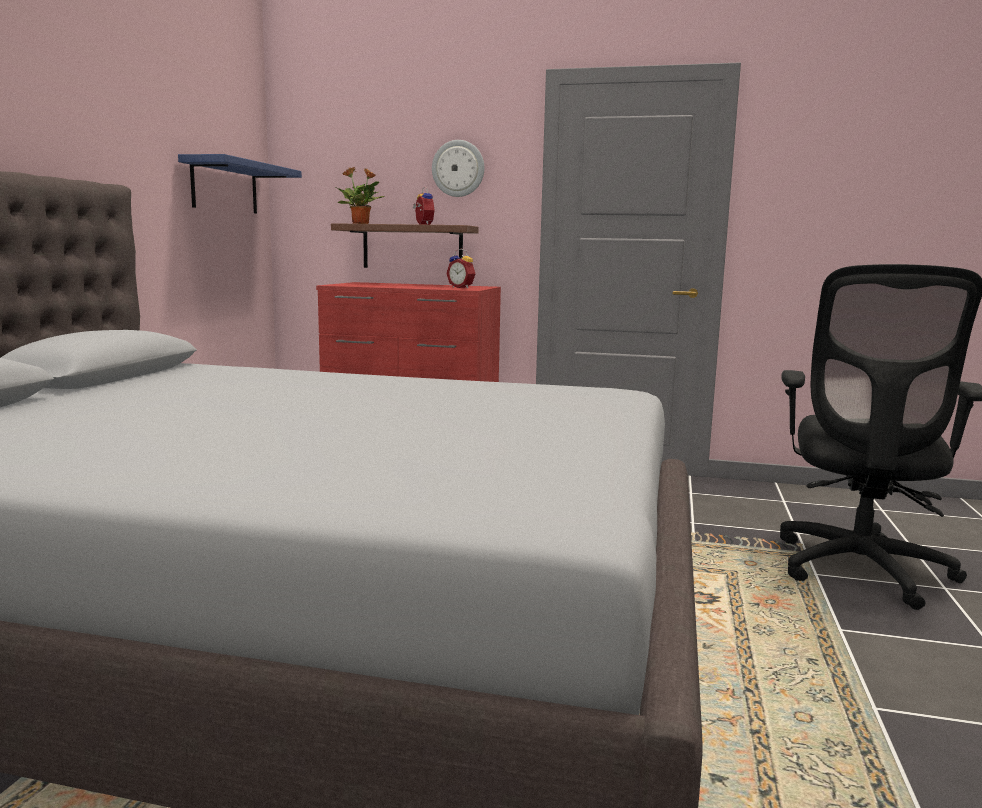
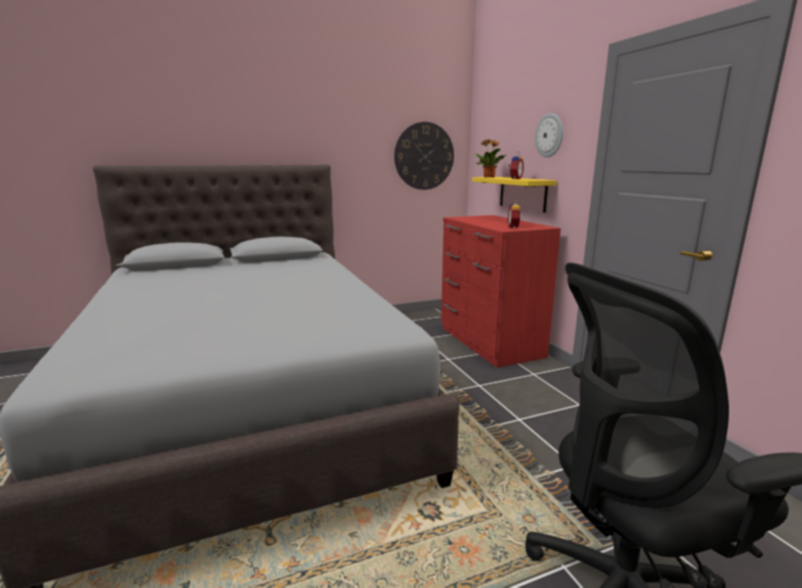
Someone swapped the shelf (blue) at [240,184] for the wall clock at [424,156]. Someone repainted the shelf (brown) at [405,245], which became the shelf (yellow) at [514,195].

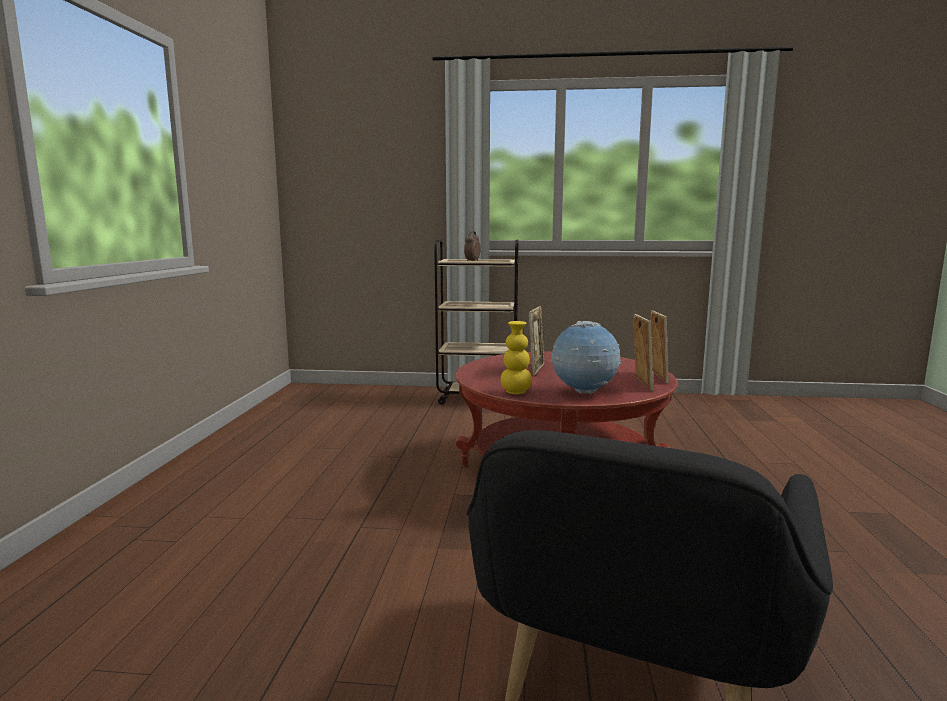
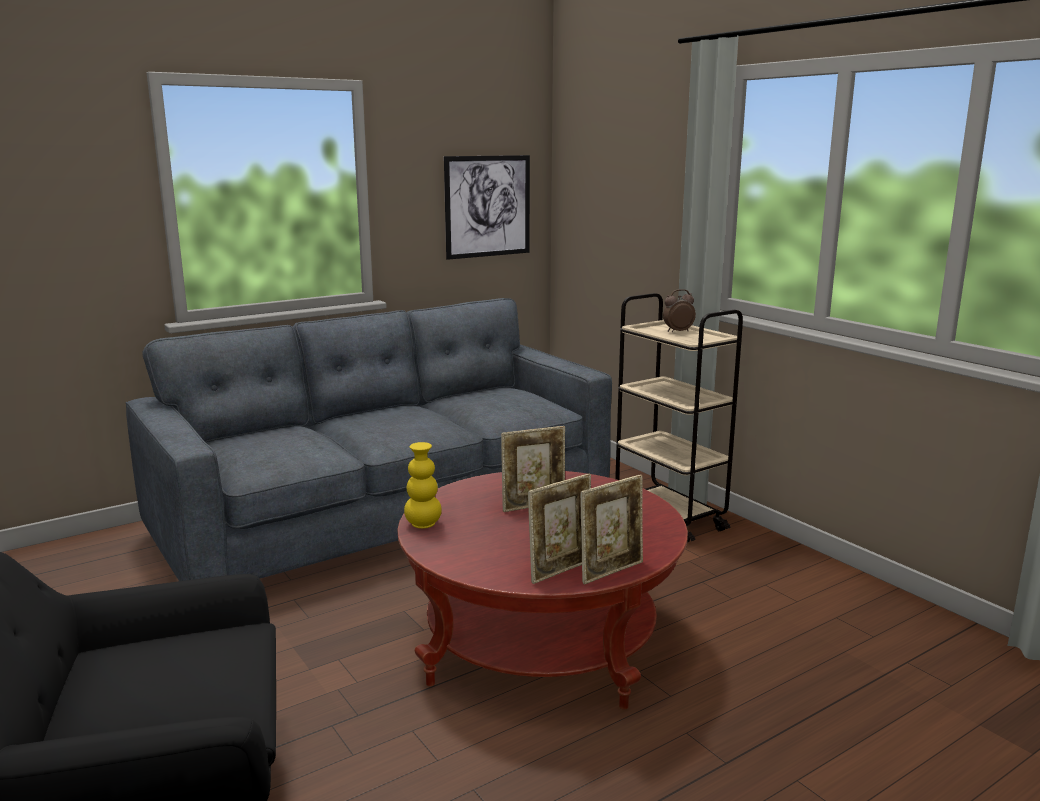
Someone put down the sofa (grey) at [369,439]. Someone put up the picture at [487,207]. Someone took away the globe at [586,357].

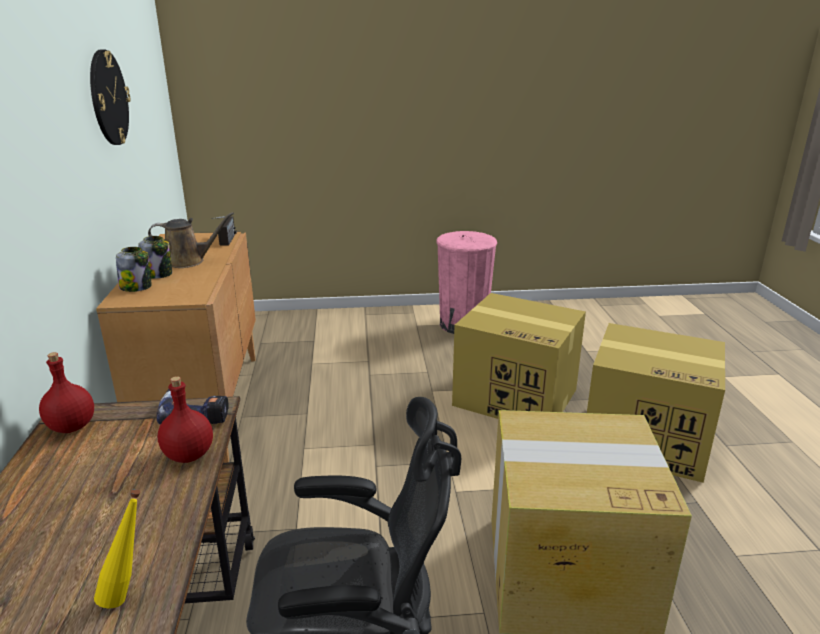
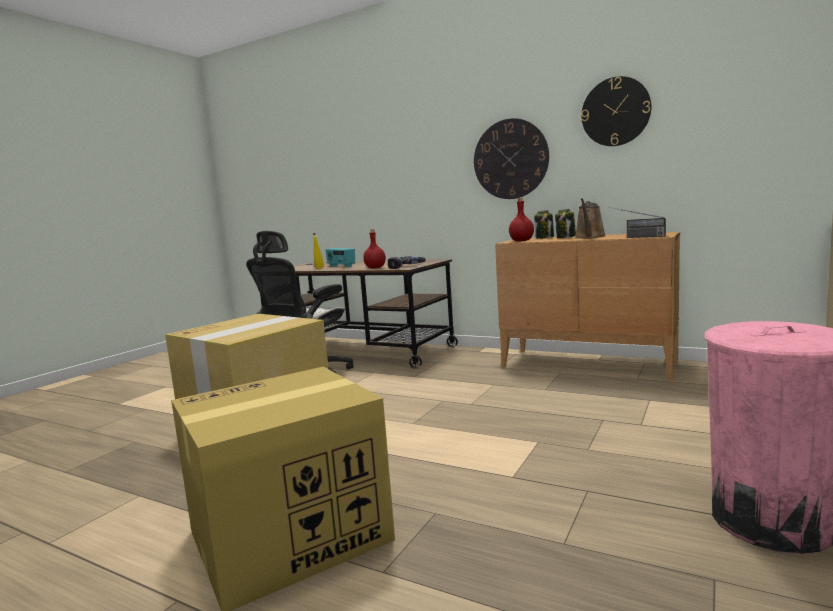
Someone put down the radio at [340,257]. Someone put up the wall clock at [511,158]. Someone carried the bottle (red) from [66,392] to [521,219]. Someone took away the cardboard box at [519,356].

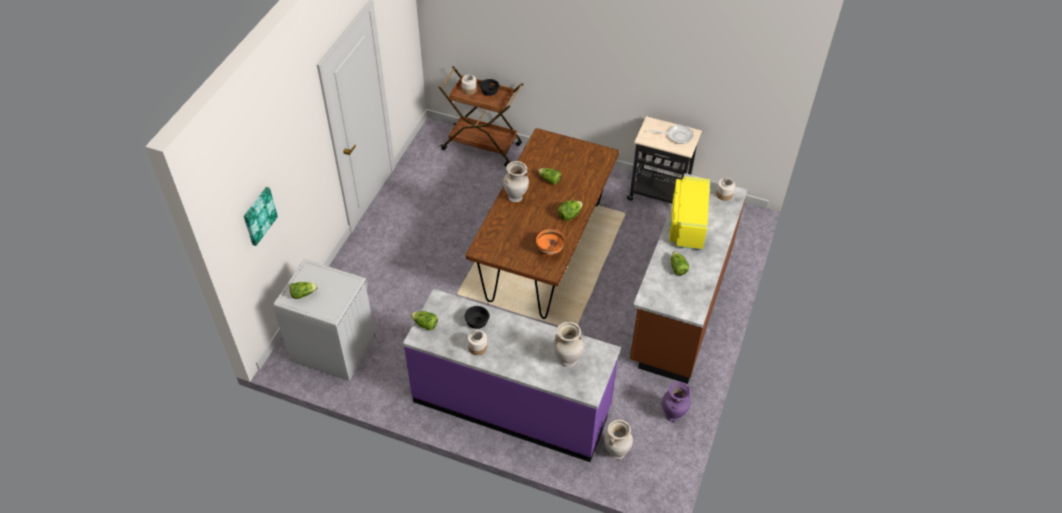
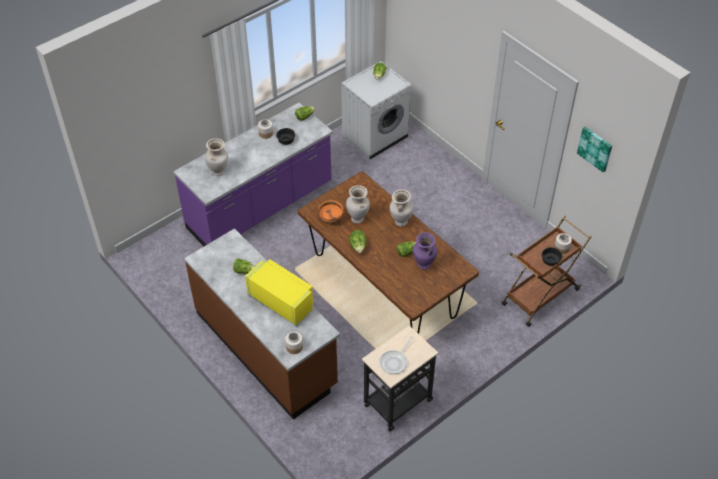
Someone carried the vase (beige) from [618,440] to [358,204]. Someone carried the vase (purple) from [676,402] to [425,251]. Someone carried the picture from [261,216] to [594,150].

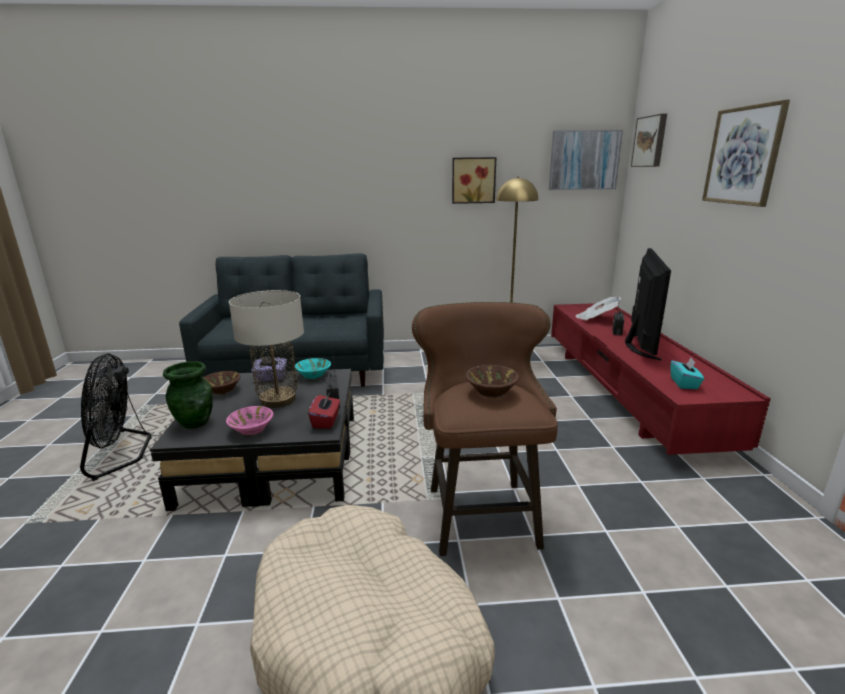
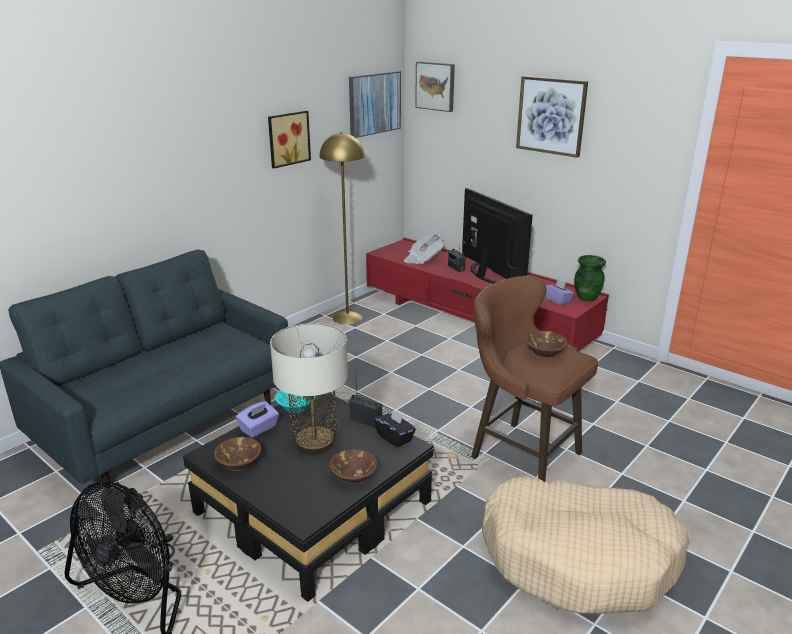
Someone repainted the bowl (pink) at [250,421], which became the bowl (brown) at [354,466]. Someone repainted the tissue box (red) at [324,411], which became the tissue box (black) at [395,428]. Someone repainted the tissue box (turquoise) at [687,373], which became the tissue box (purple) at [559,292]. Someone carried the vase (green) from [188,395] to [590,278].

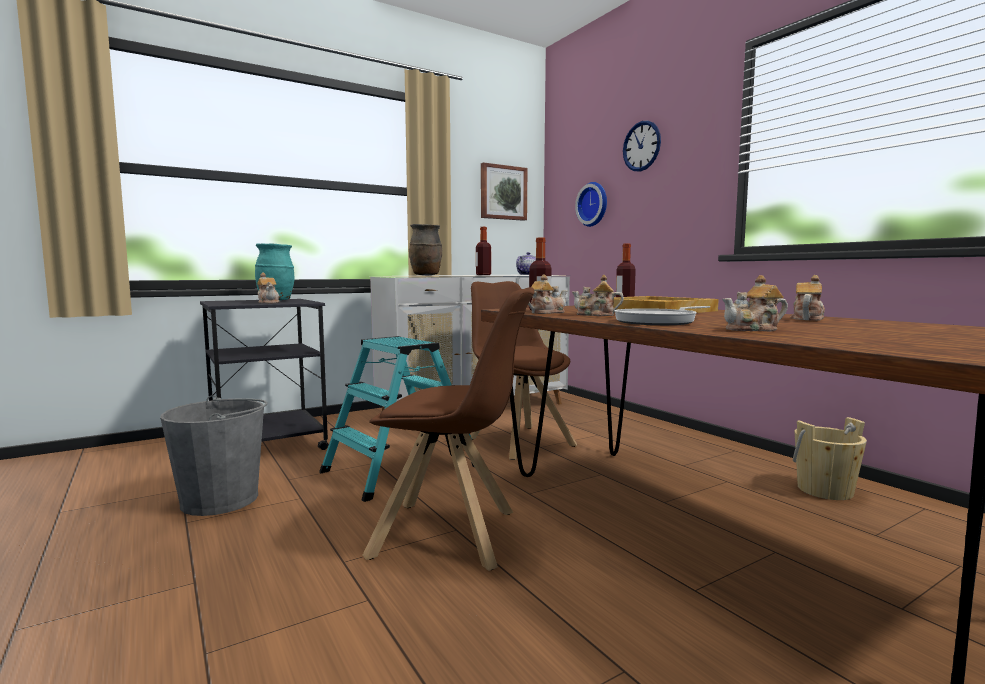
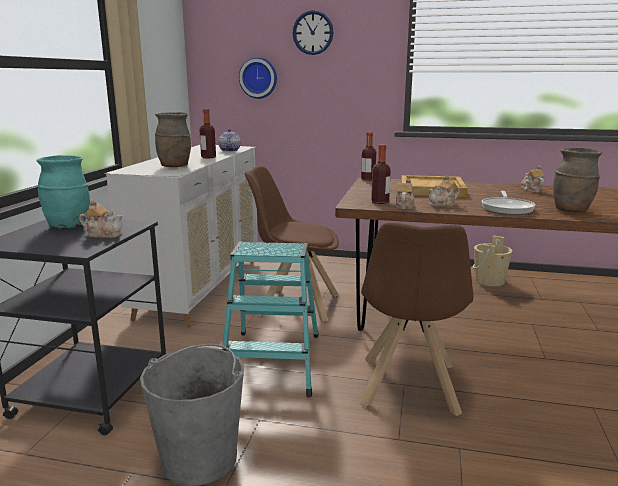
Someone rotated the chair (brown) at [448,429] by 135 degrees clockwise. Someone swapped the teapot at [755,303] for the vase (brown) at [577,180]. Someone took away the picture at [504,191].

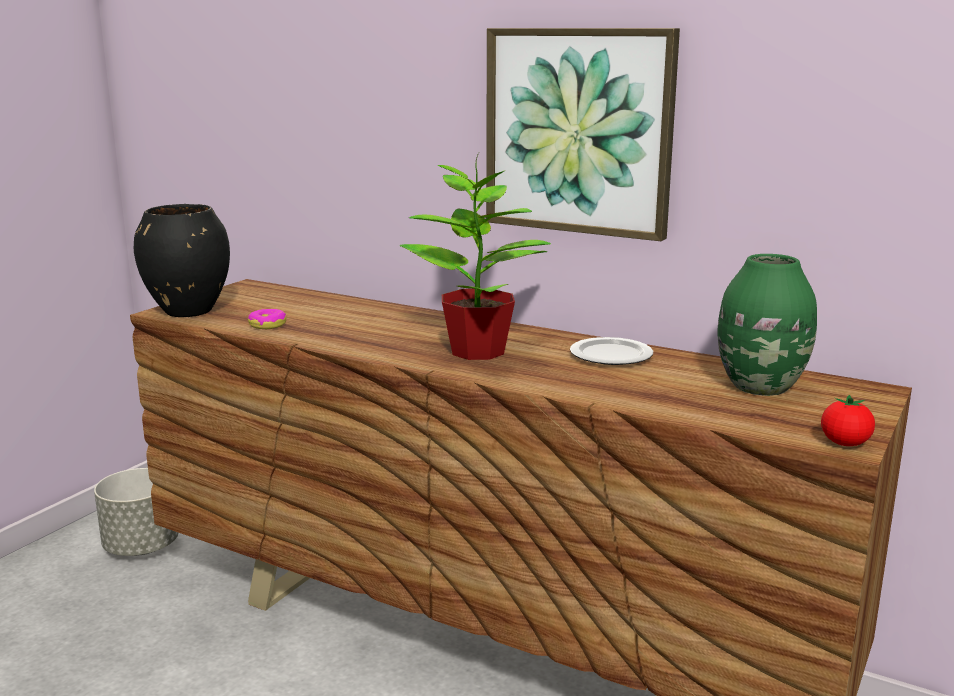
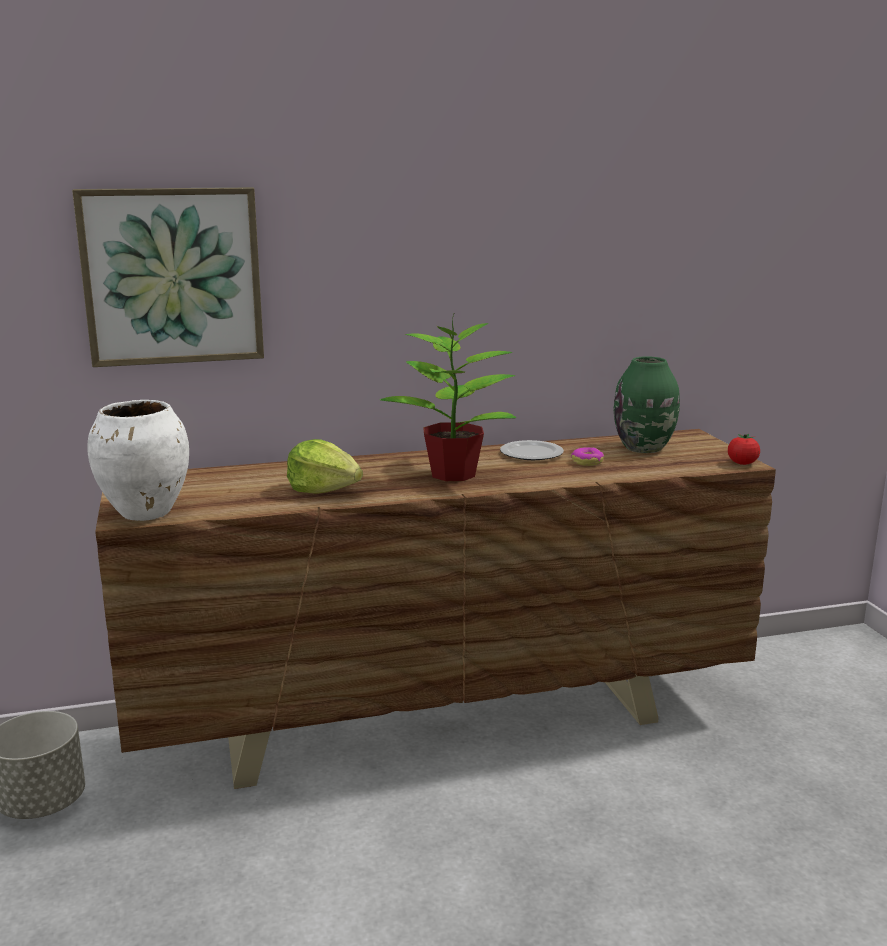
Someone carried the picture from [583,134] to [168,277]. Someone repainted the vase (black) at [182,260], which became the vase (white) at [138,460]. Someone put down the lettuce at [325,466]. Someone carried the donut from [267,319] to [587,456].

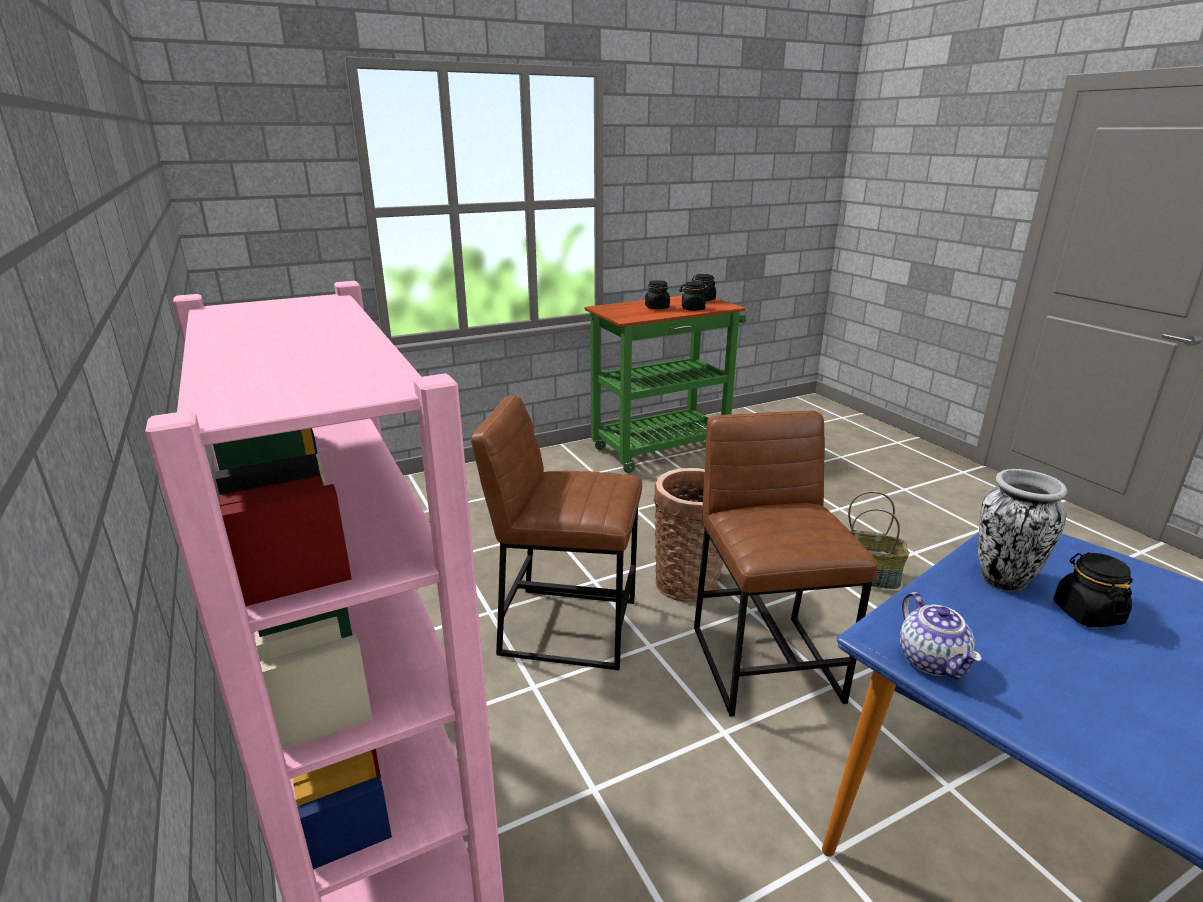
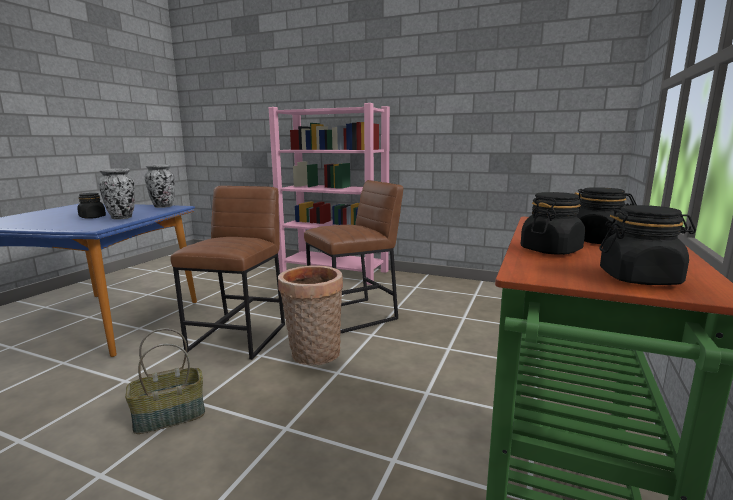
Someone swapped the teapot at [941,635] for the vase at [160,186]. Someone rotated the chair (brown) at [786,563] by 120 degrees counterclockwise.

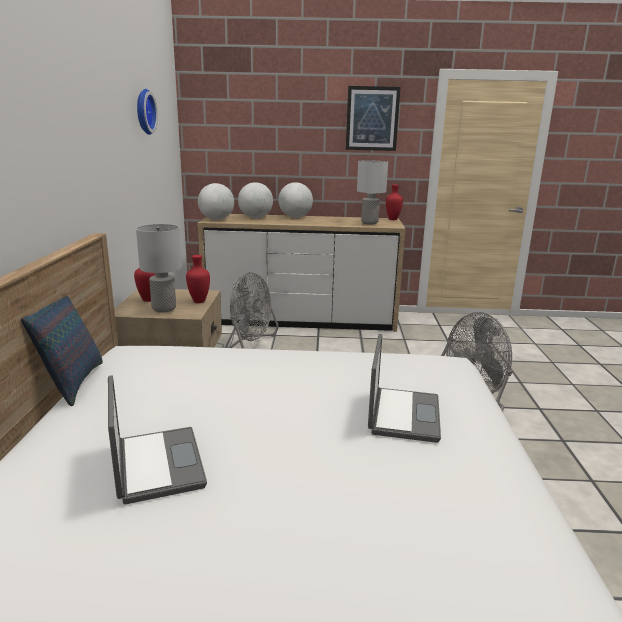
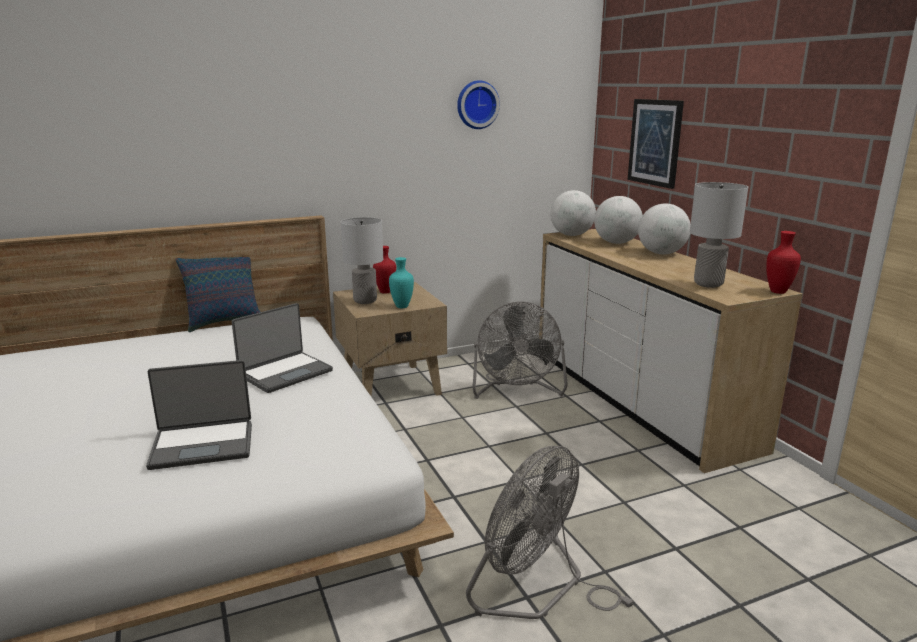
Someone carried the laptop from [157,439] to [282,348]. Someone repainted the vase (red) at [198,279], which became the vase (turquoise) at [401,282]. Someone carried the picture from [373,118] to [655,144].

